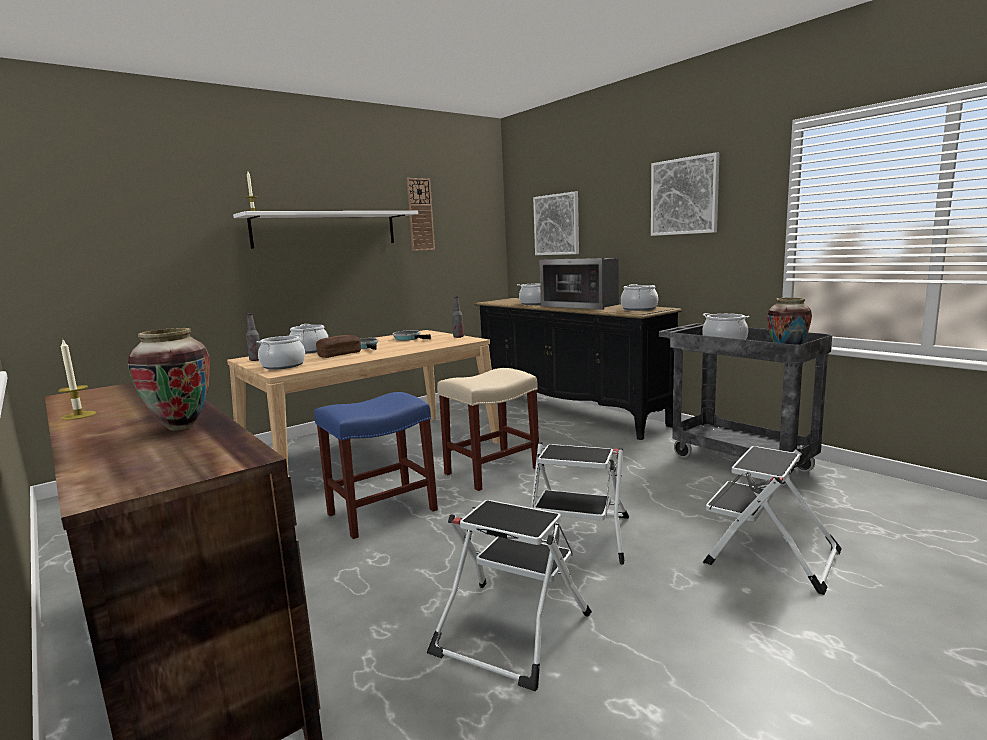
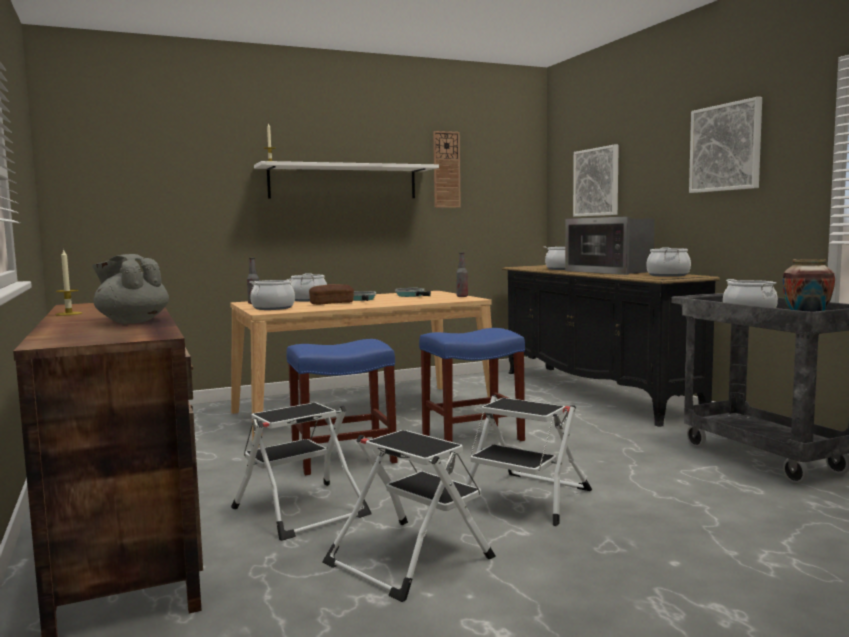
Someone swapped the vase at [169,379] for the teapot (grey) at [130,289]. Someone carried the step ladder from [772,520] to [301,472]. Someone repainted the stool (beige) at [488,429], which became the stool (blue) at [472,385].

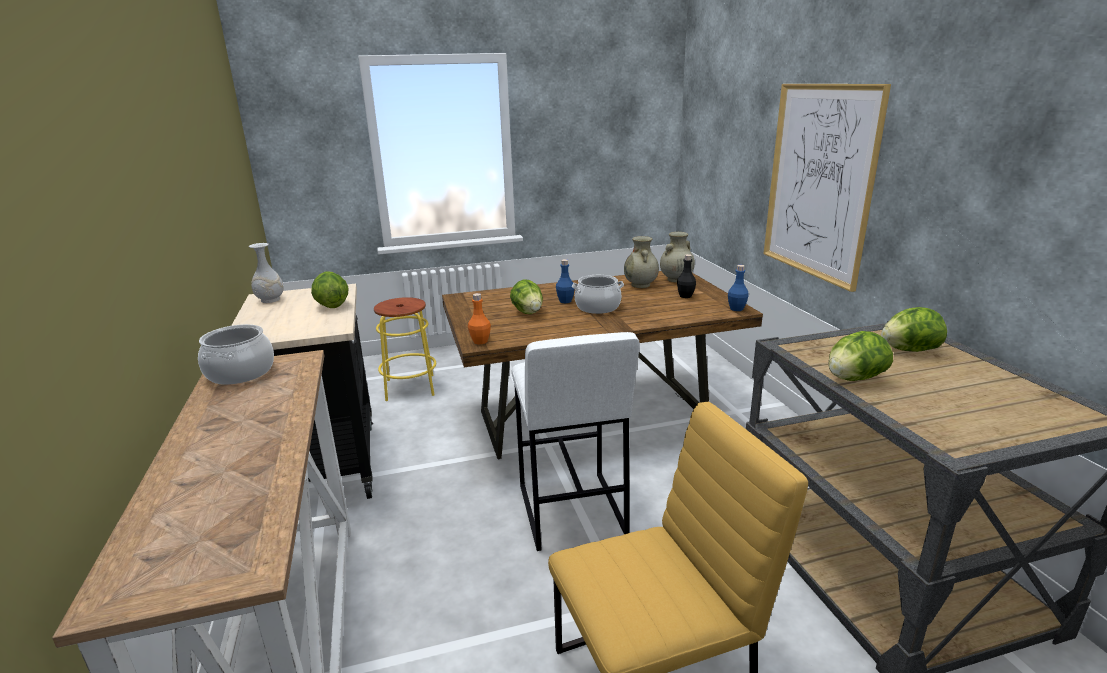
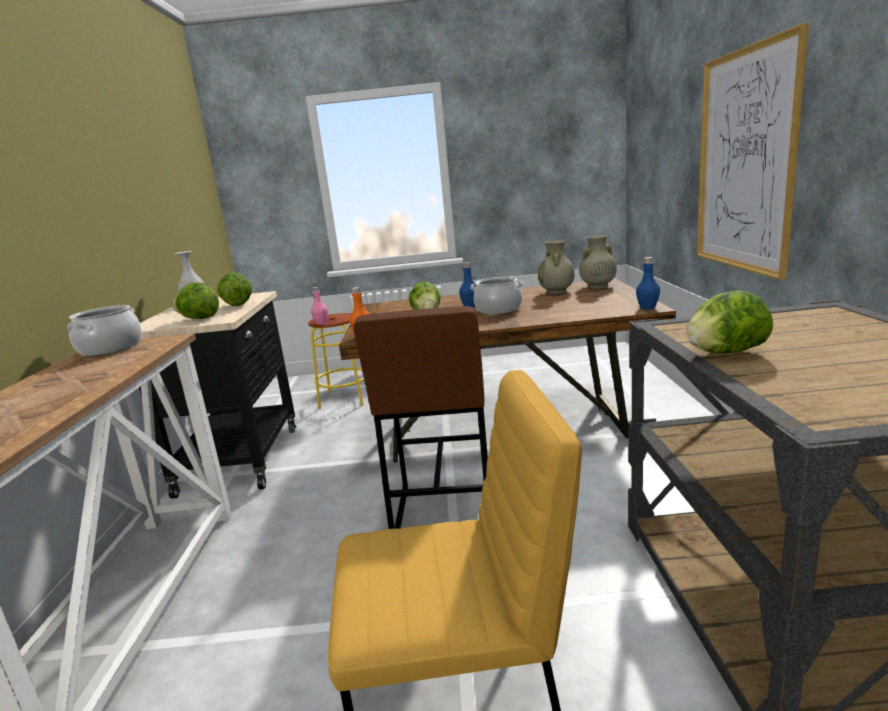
Someone carried the lettuce from [914,329] to [195,300]. Someone put down the bottle (pink) at [319,306]. Someone repainted the stool (white) at [576,441], which became the stool (brown) at [421,417]. Someone took away the bottle (black) at [686,276].

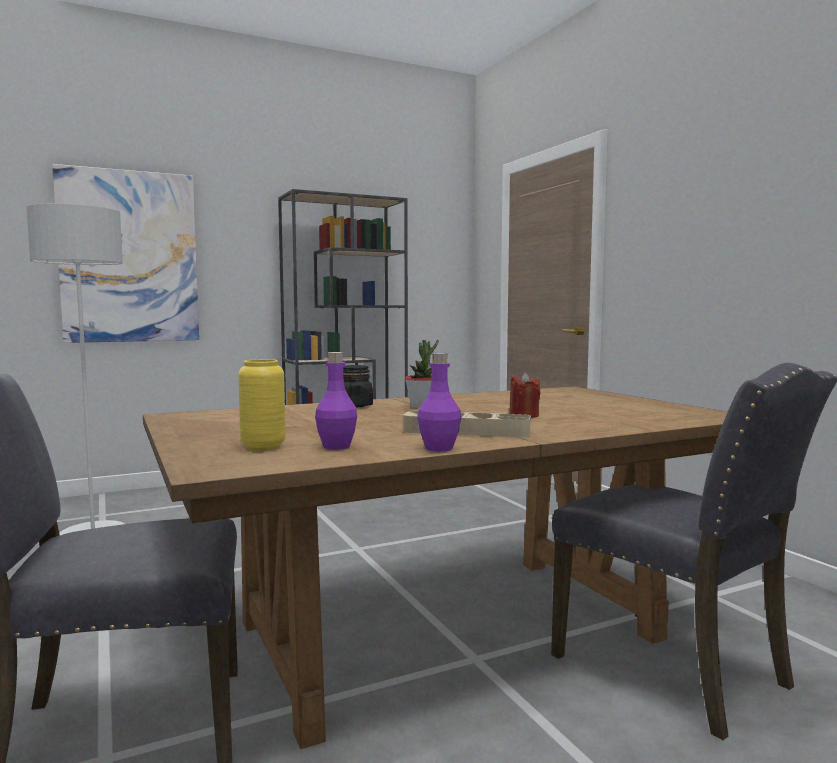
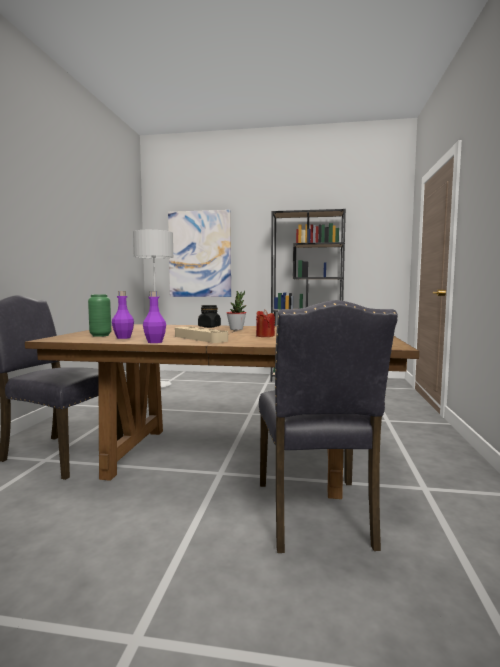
Someone repainted the vase (yellow) at [262,405], which became the vase (green) at [99,315].

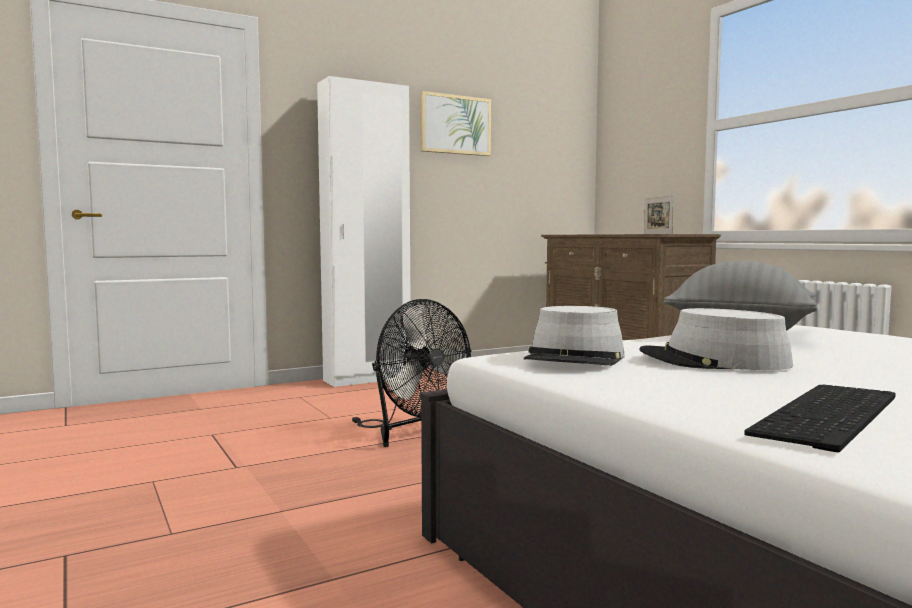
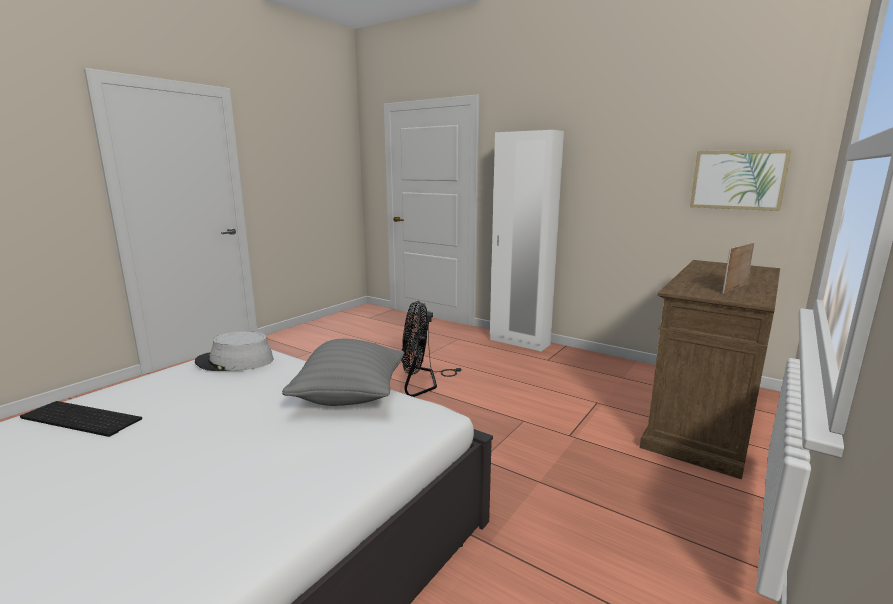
Someone rotated the fan (black) at [411,373] by 60 degrees clockwise. Someone carried the picture from [455,123] to [740,180]. Someone took away the hat (grey) at [716,339].

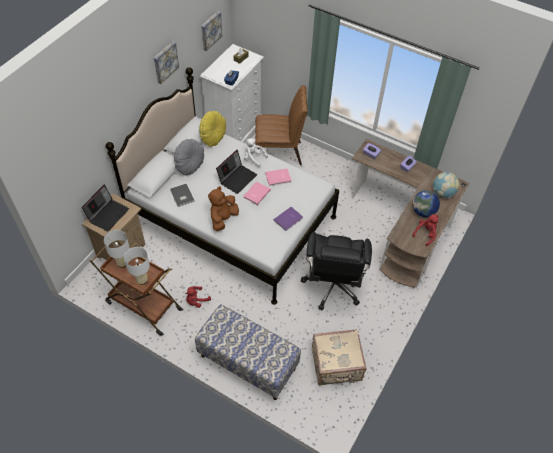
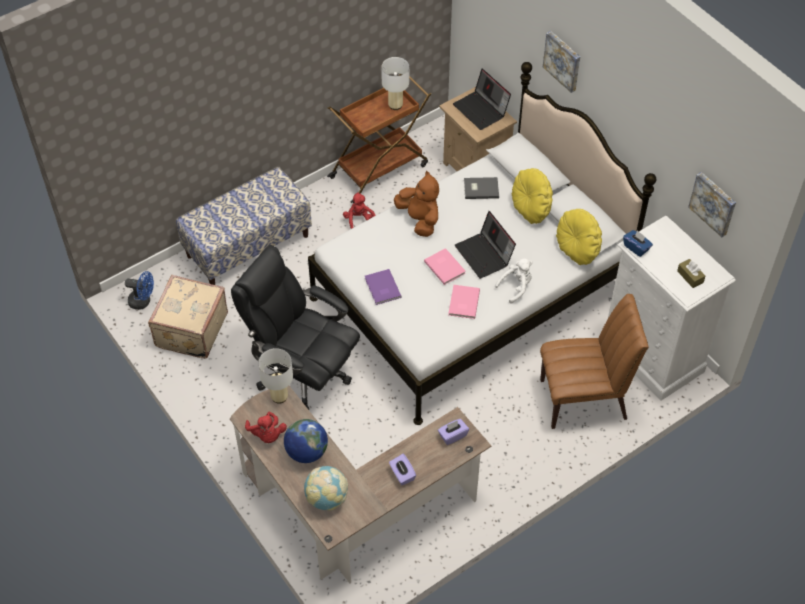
Someone put down the fan (blue) at [139,290]. Someone carried the table lamp (white) from [137,266] to [275,376]. Someone repainted the pillow (grey) at [189,157], which became the pillow (yellow) at [532,196]. Someone rotated the chair (brown) at [281,125] by 120 degrees counterclockwise. Someone carried the picture from [166,62] to [561,62].

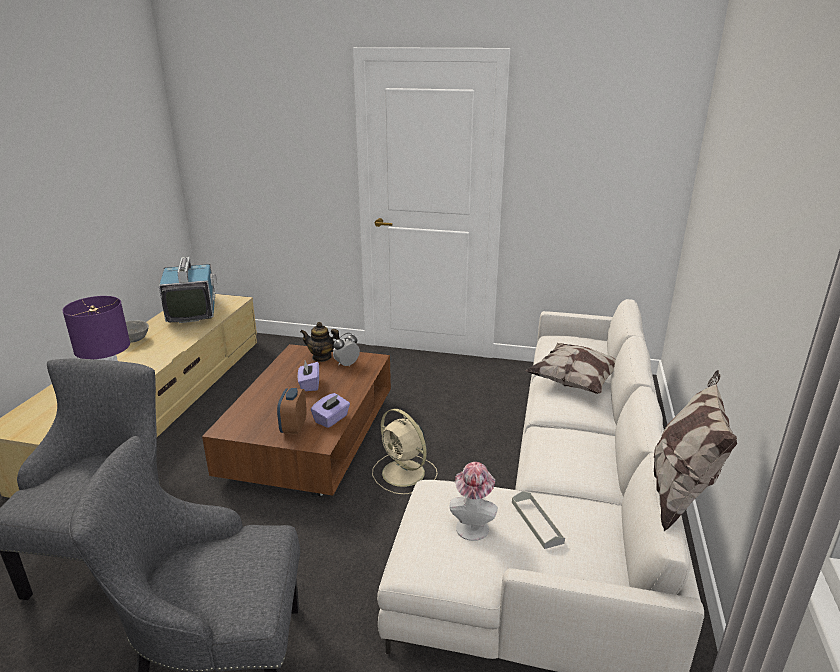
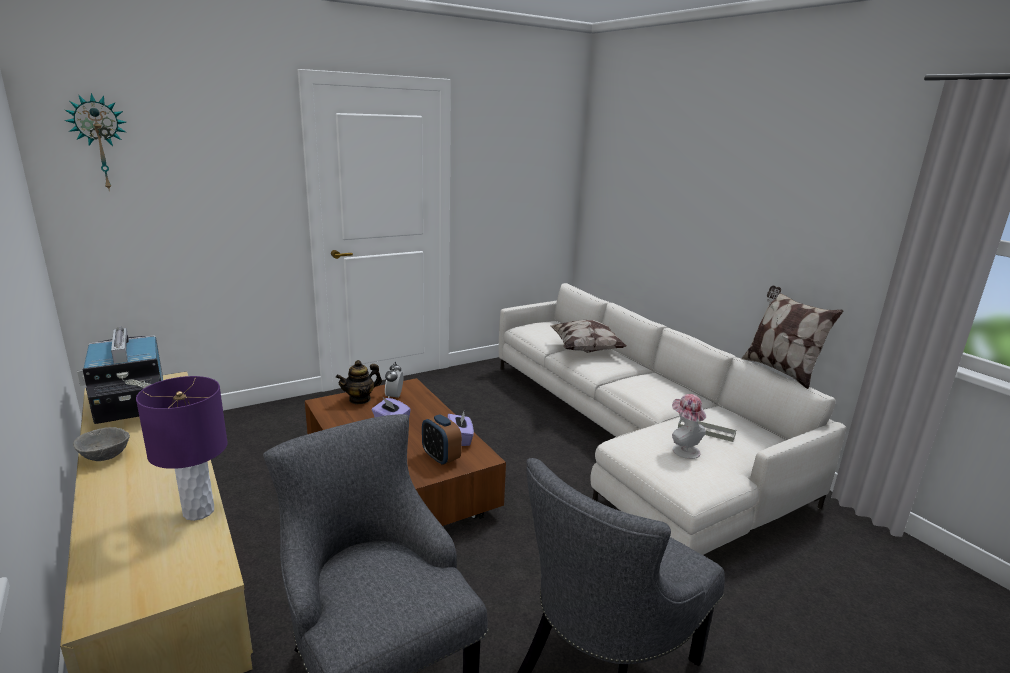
Someone put up the wall clock at [95,141]. Someone rotated the television at [188,290] by 150 degrees counterclockwise. Someone took away the fan (beige) at [405,452].

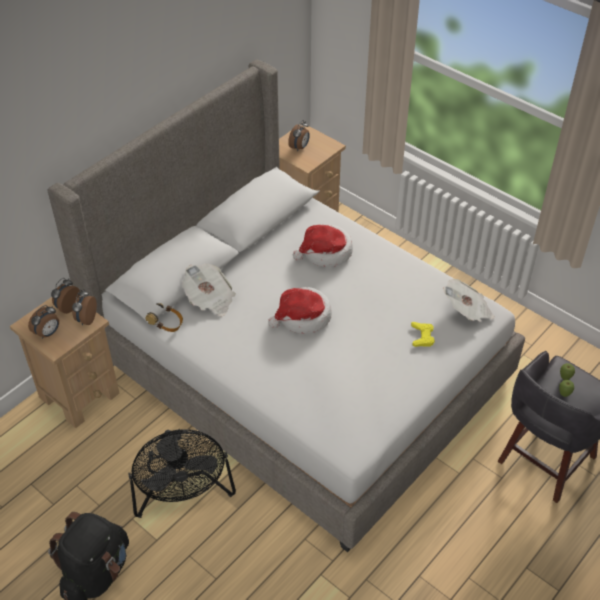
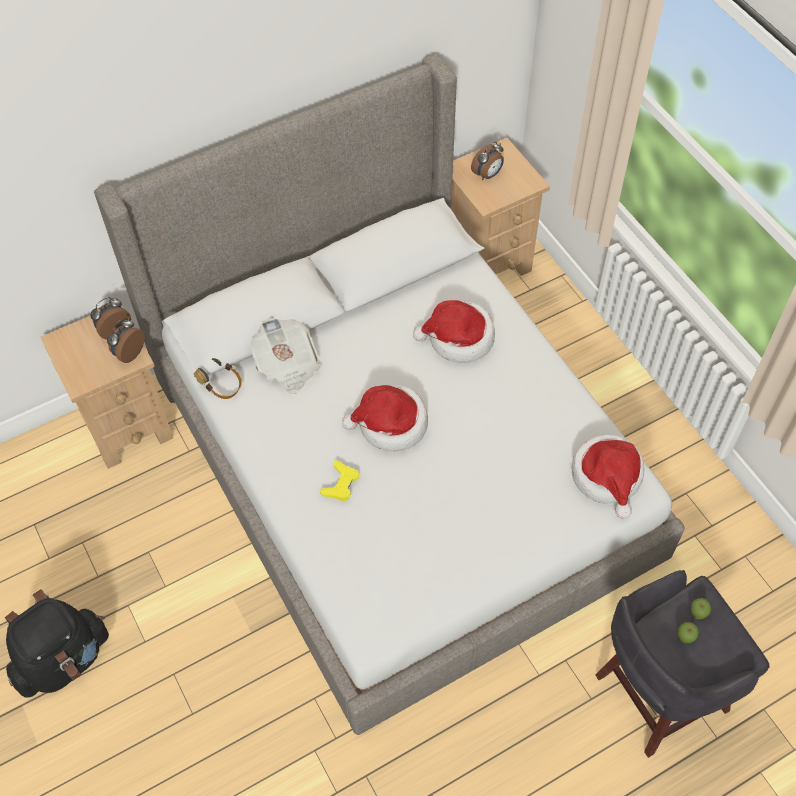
Someone carried the game controller (yellow) from [423,334] to [339,481]. Someone swapped the newspaper at [469,300] for the hat at [608,477]. Someone took away the alarm clock at [43,322]. Someone took away the fan (black) at [182,473].

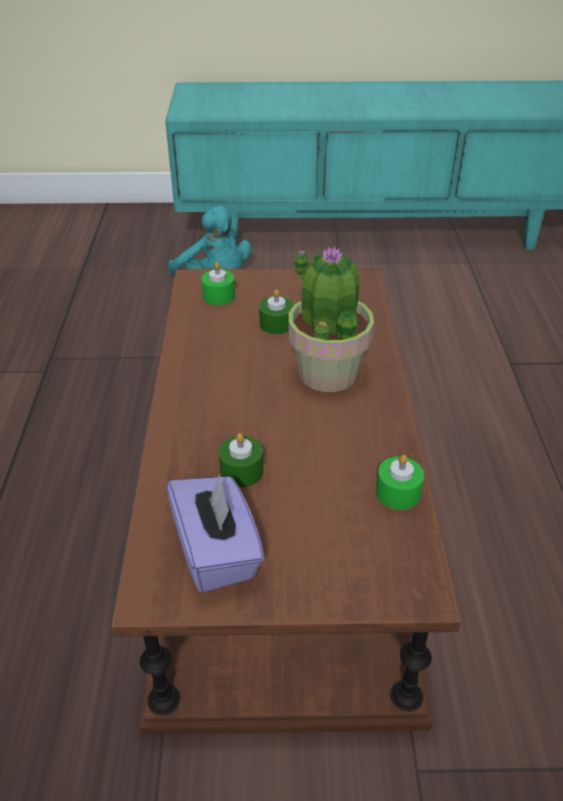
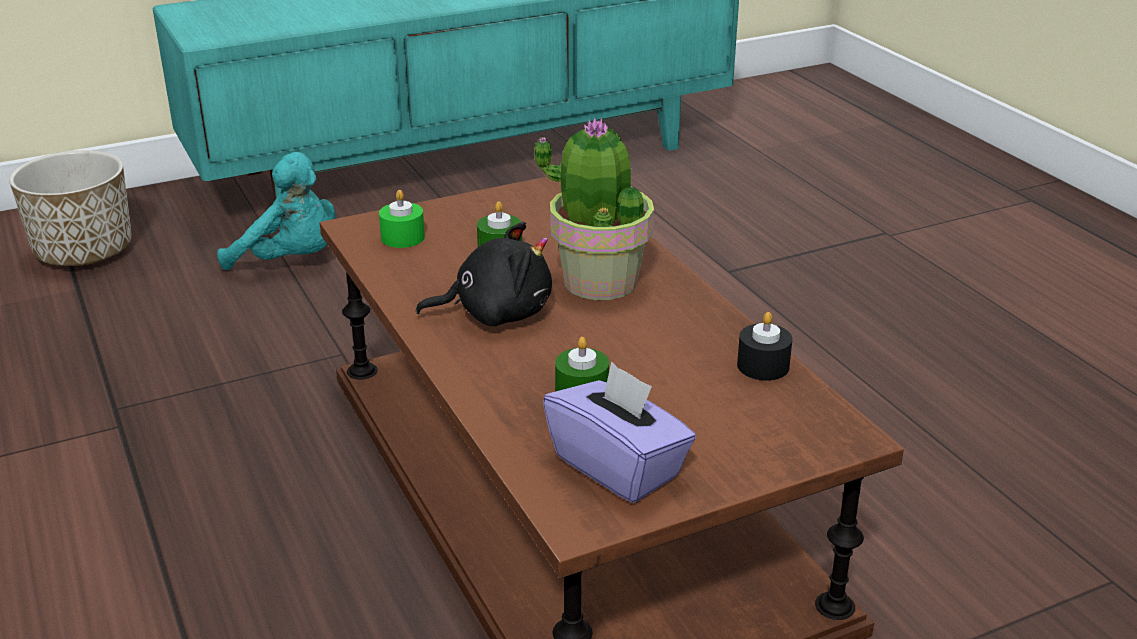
Someone put down the planter at [70,208]. Someone put down the plush toy (black) at [484,274]. Someone repainted the candle (green) at [400,482], which became the candle (black) at [764,346].

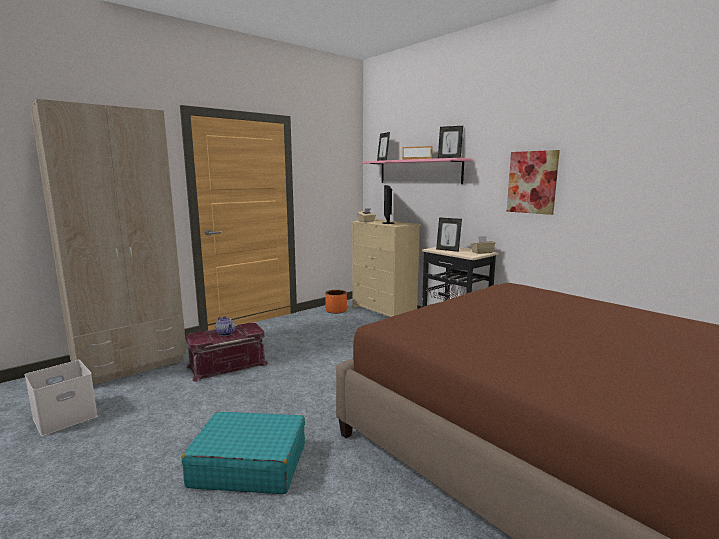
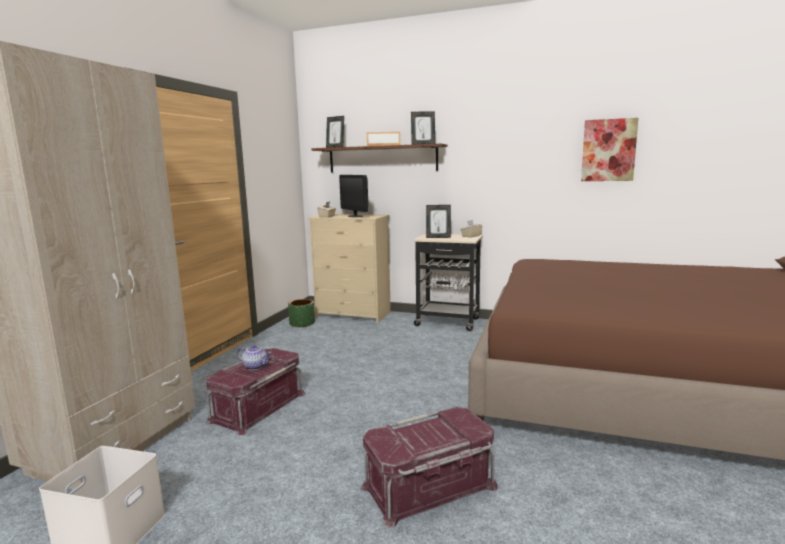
Someone repainted the planter (orange) at [336,302], which became the planter (green) at [301,313]. Someone repainted the shelf (pink) at [417,171], which became the shelf (brown) at [379,158]. Someone swapped the suitcase (turquoise) at [243,453] for the storage box (red) at [429,467]. Someone carried the picture from [533,182] to [609,149].

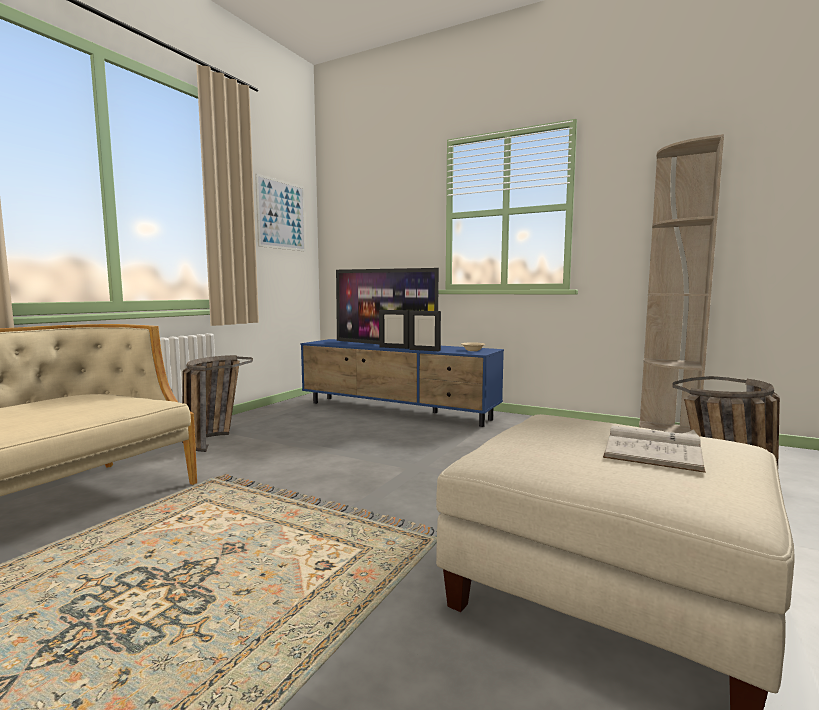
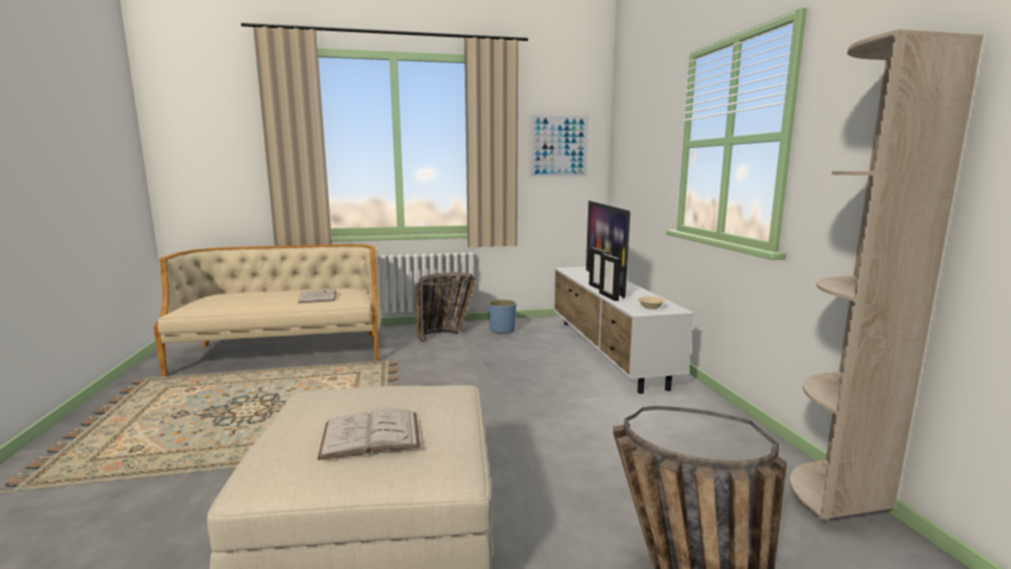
Someone put down the book (white) at [317,295]. Someone put down the planter (blue) at [502,317]. Someone repainted the tv stand (blue) at [402,383], which became the tv stand (white) at [624,330].

